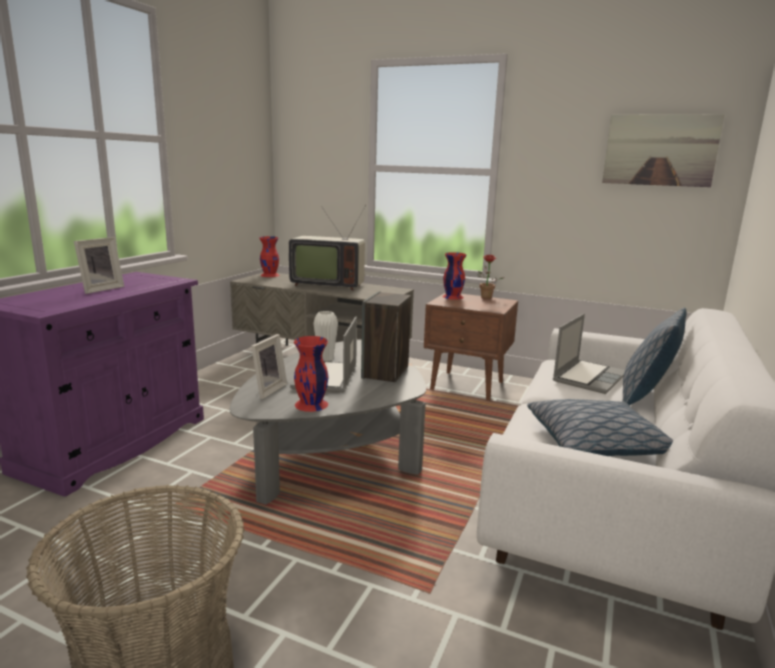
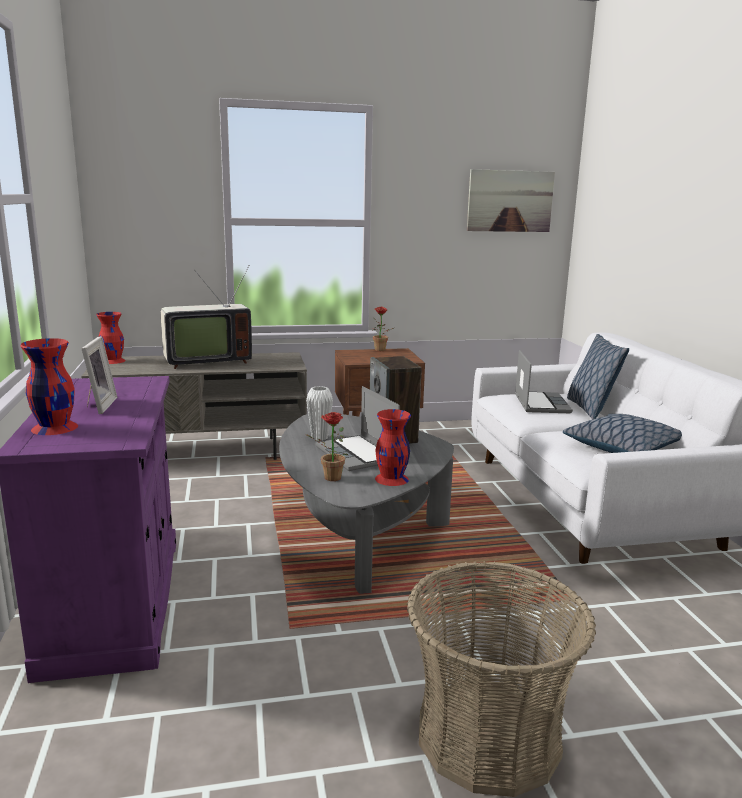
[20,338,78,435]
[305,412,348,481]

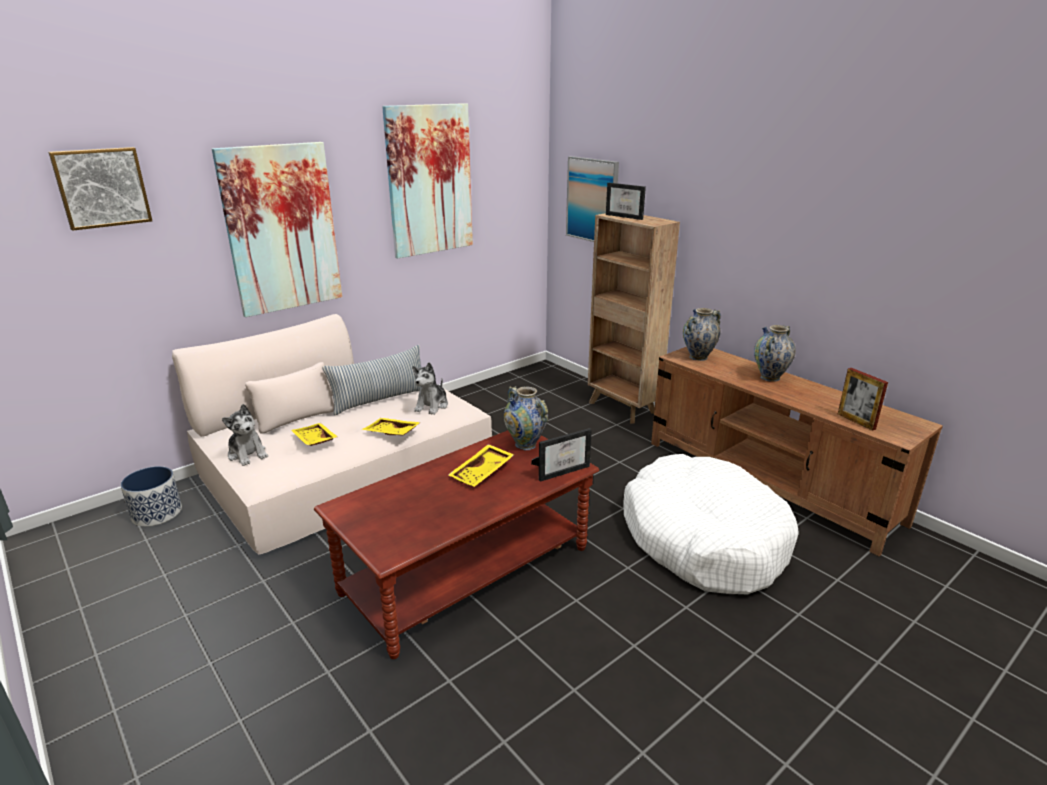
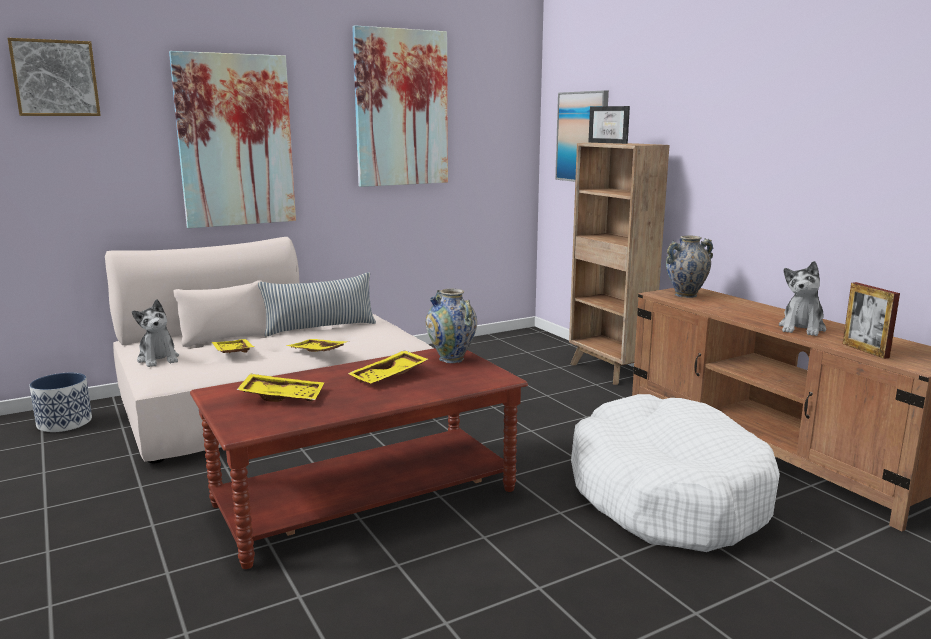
[237,374,324,402]
[779,261,827,336]
[531,428,592,482] (first image)
[754,325,796,381] (first image)

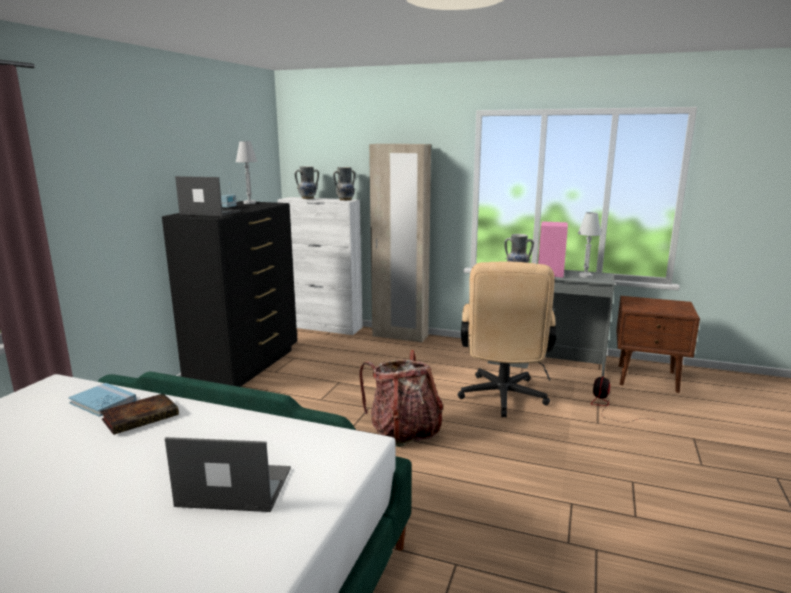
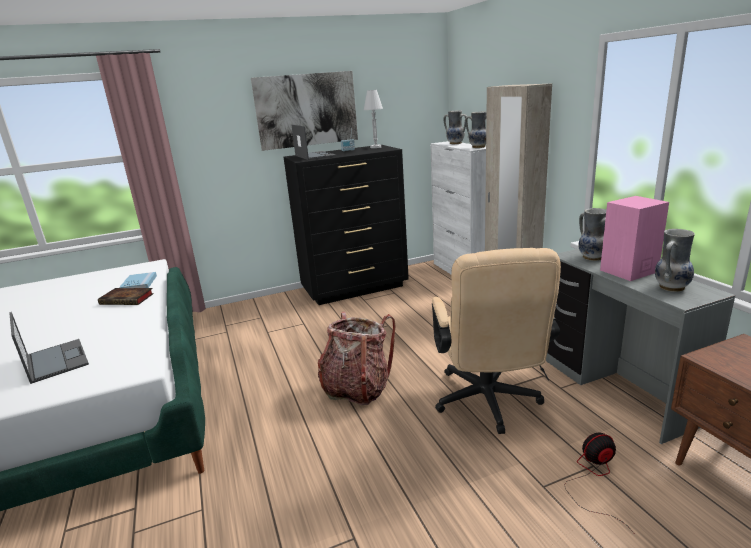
[251,71,358,151]
[432,248,561,434]
[655,229,695,292]

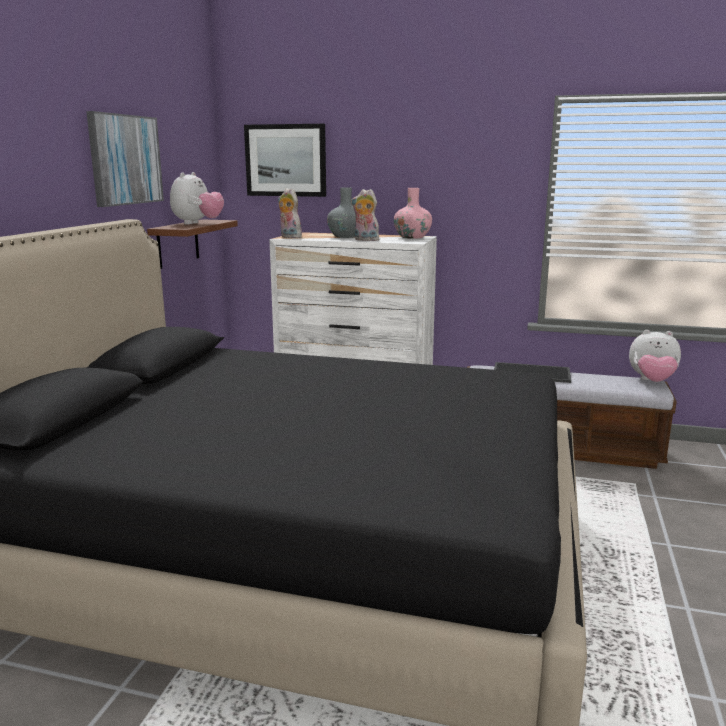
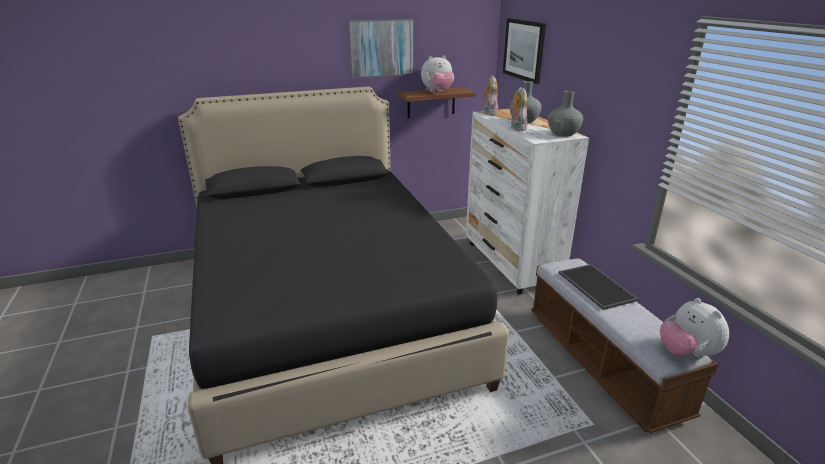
[548,90,583,137]

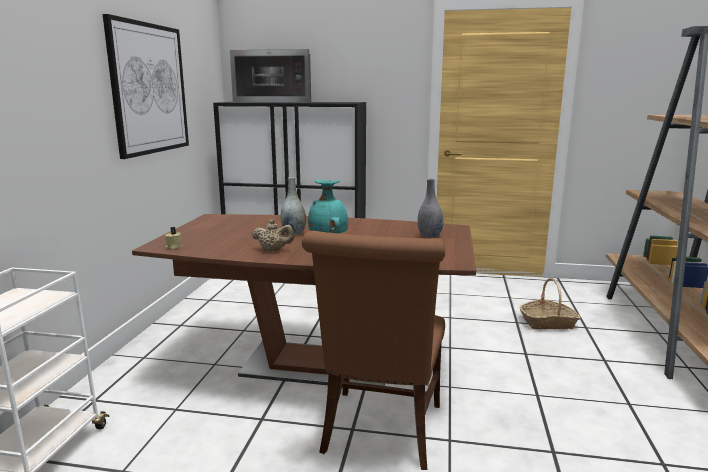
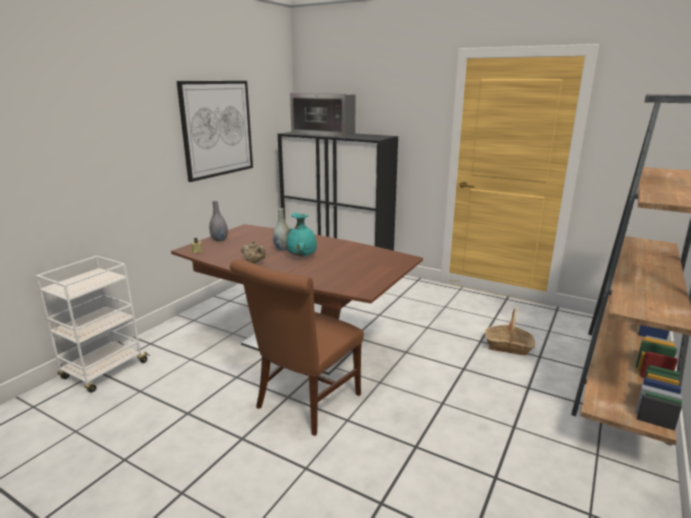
[209,201,228,242]

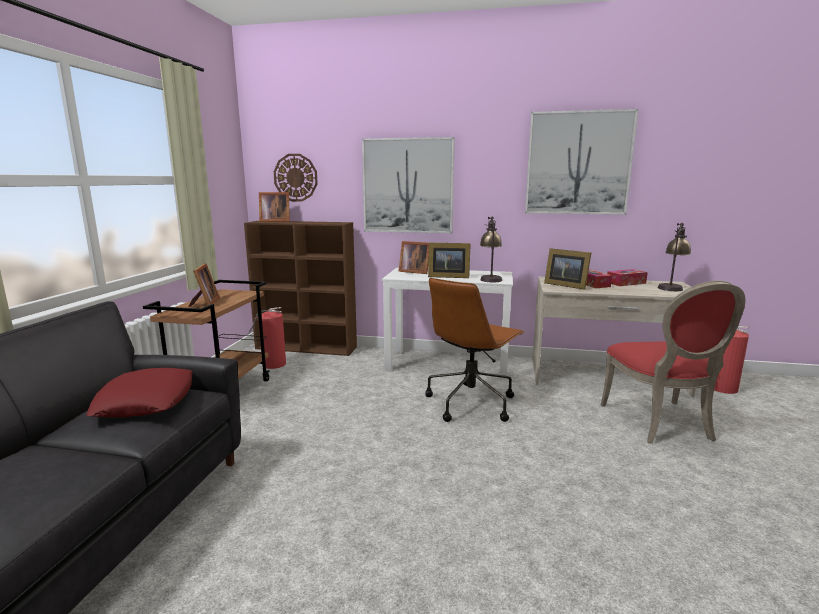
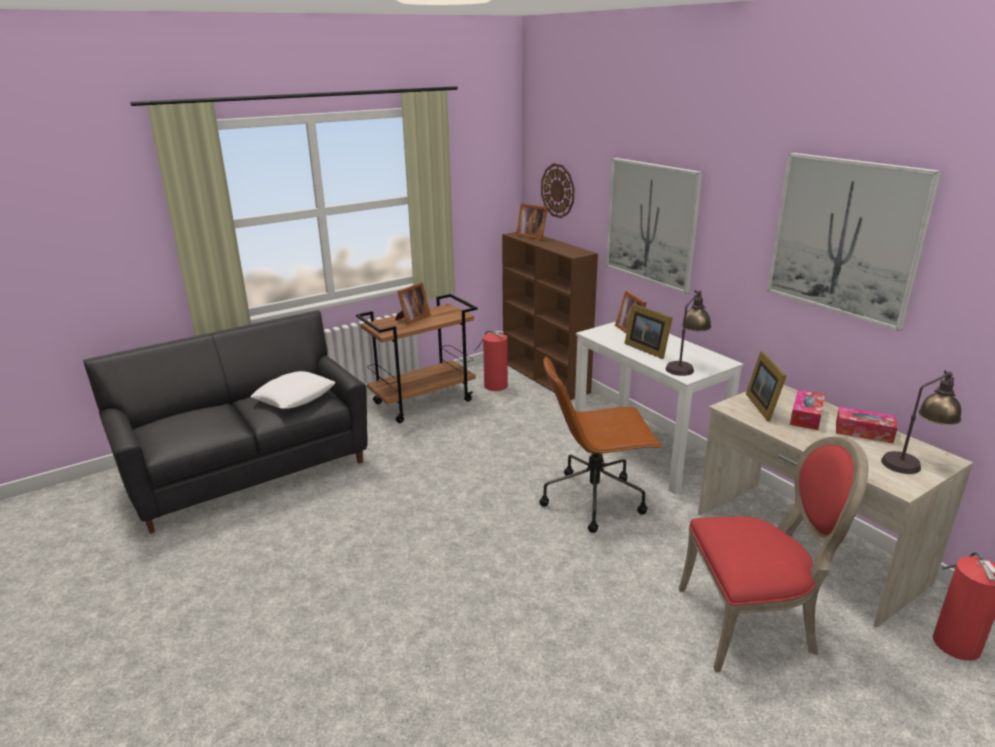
[251,371,335,409]
[679,437,868,672]

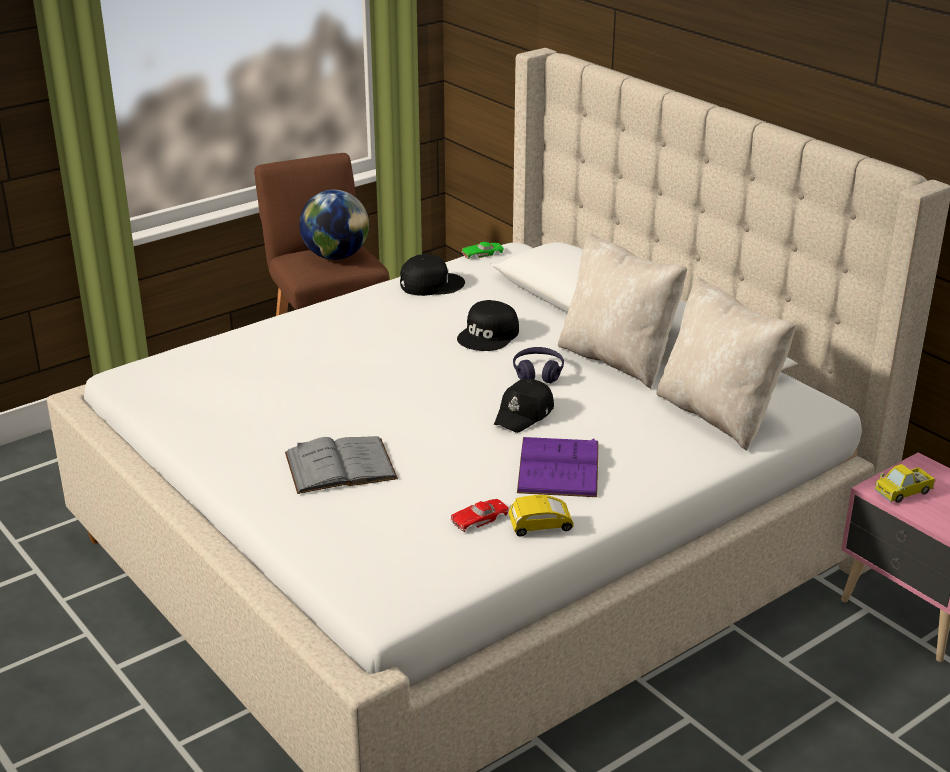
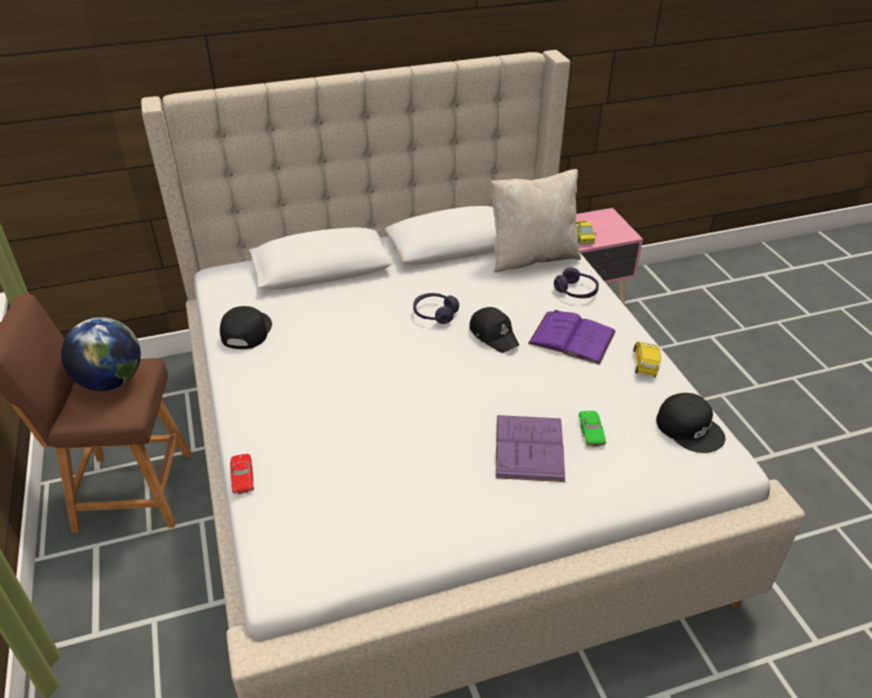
[230,454,254,495]
[495,415,565,482]
[554,267,599,298]
[579,411,606,447]
[656,393,726,453]
[558,232,687,389] (first image)

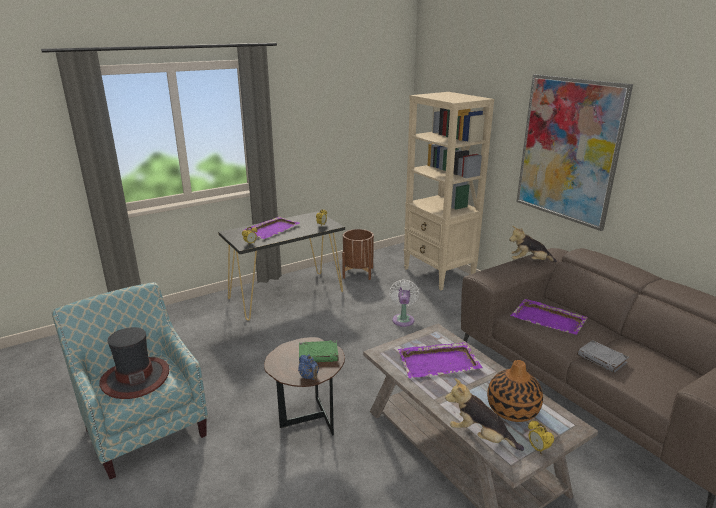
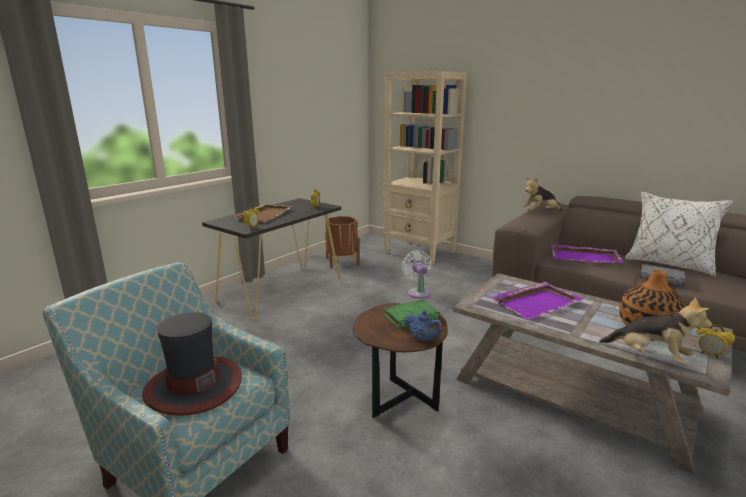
[234,204,293,222]
[599,297,712,364]
[625,192,733,277]
[517,74,633,231] (first image)

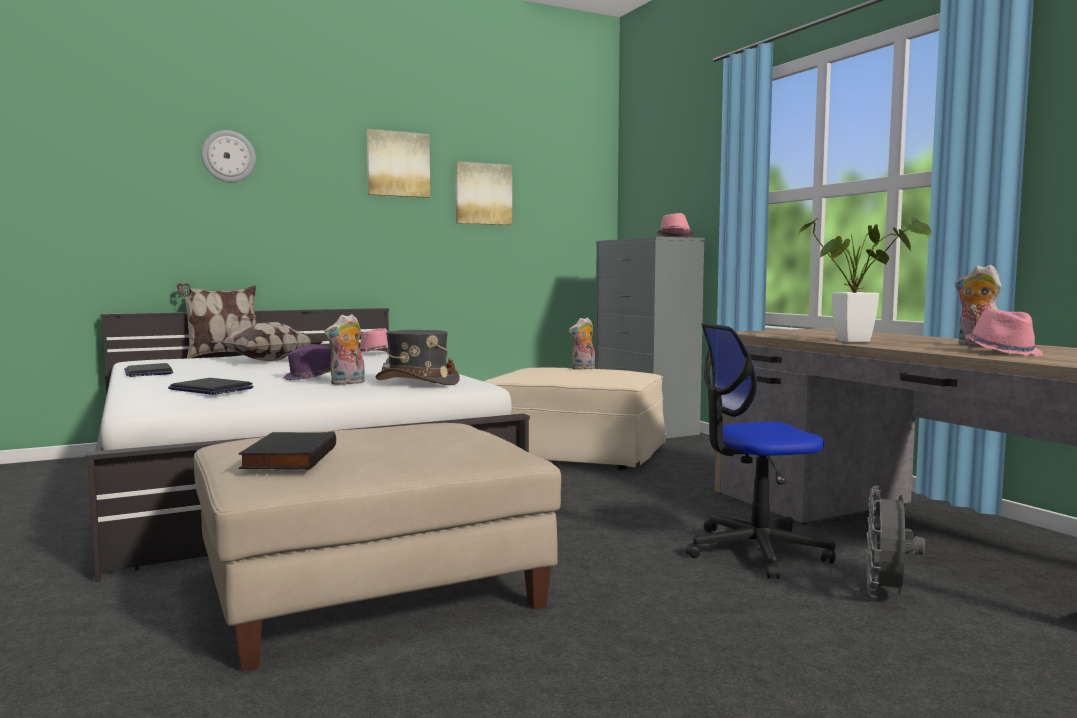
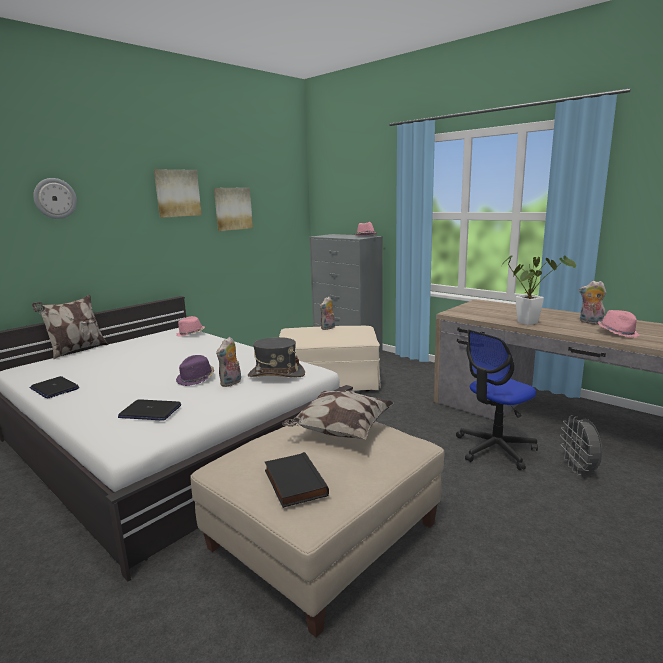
[282,390,394,439]

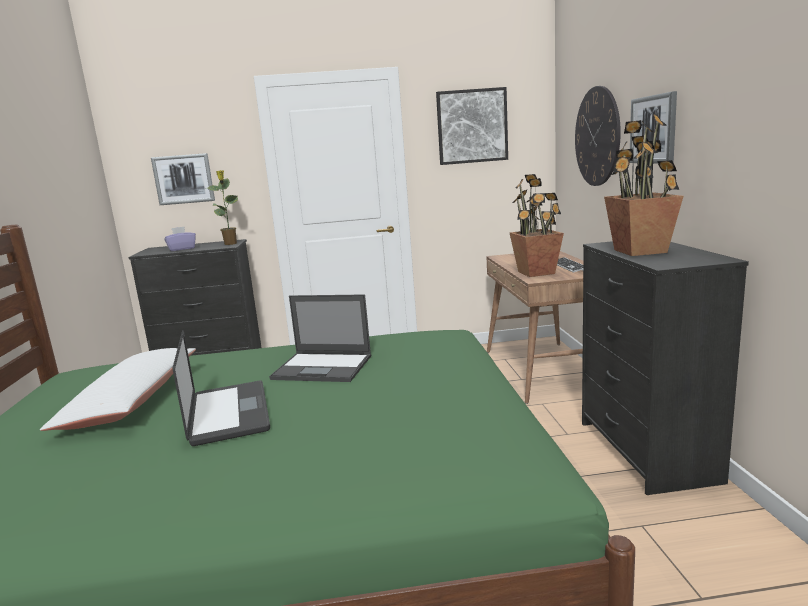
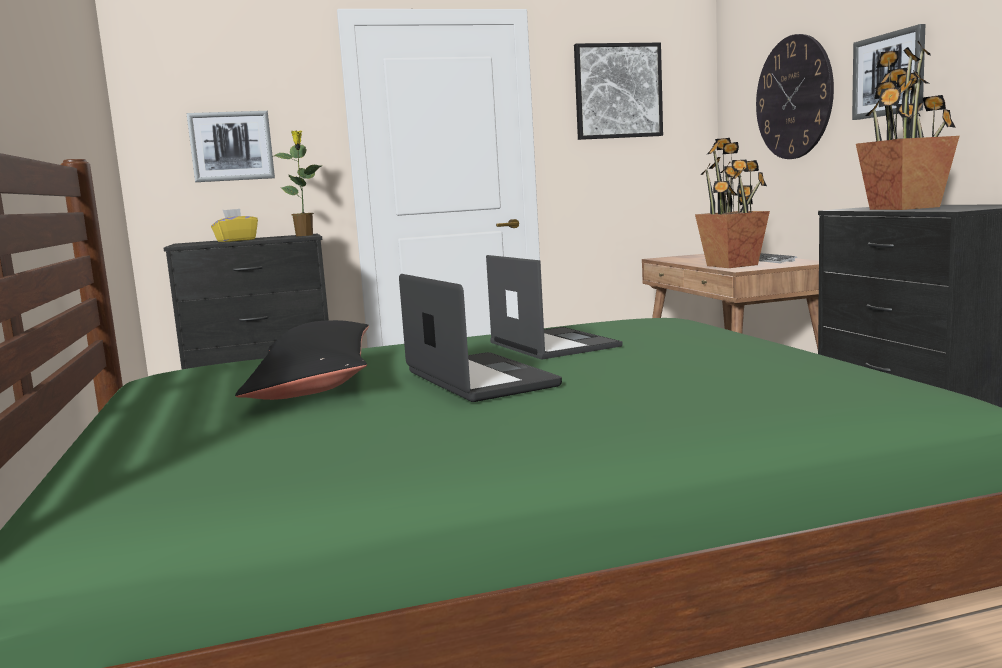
[211,209,258,242]
[235,320,369,400]
[486,255,622,360]

